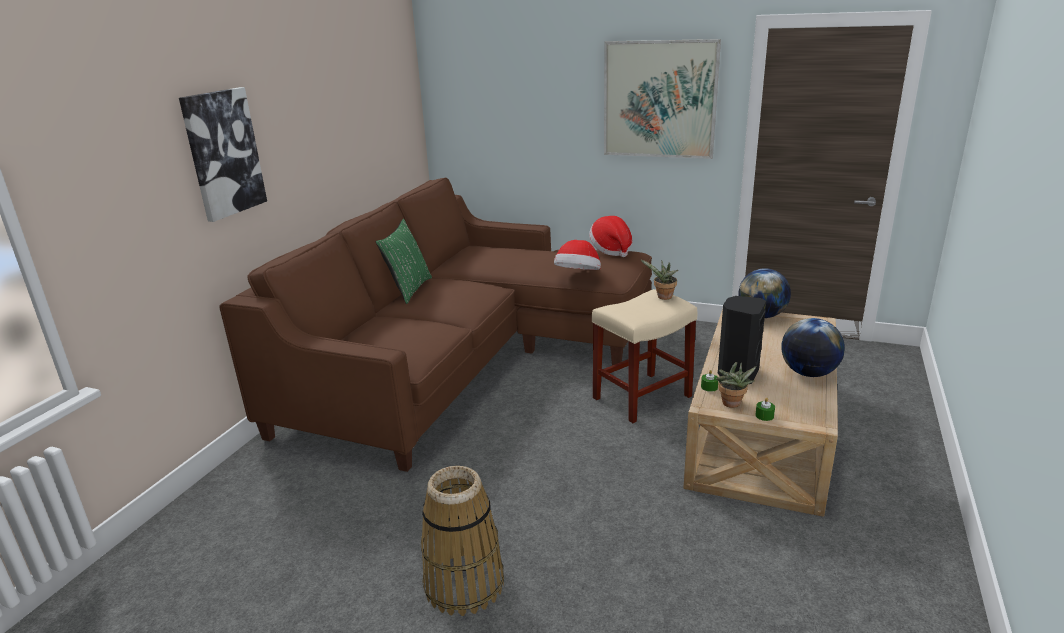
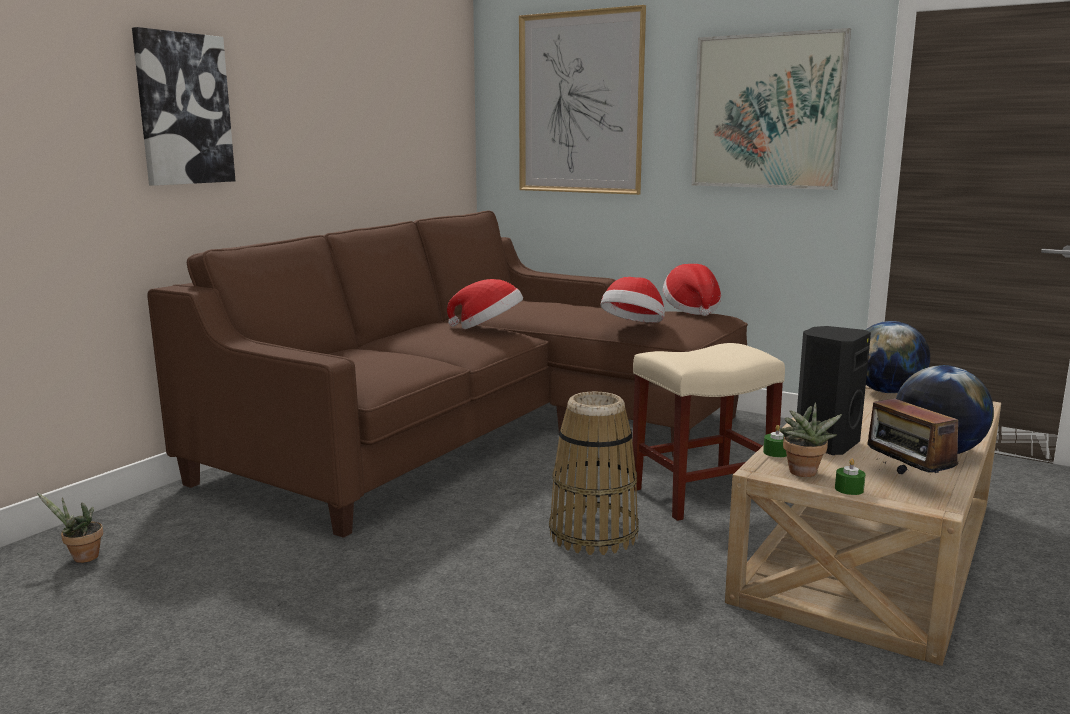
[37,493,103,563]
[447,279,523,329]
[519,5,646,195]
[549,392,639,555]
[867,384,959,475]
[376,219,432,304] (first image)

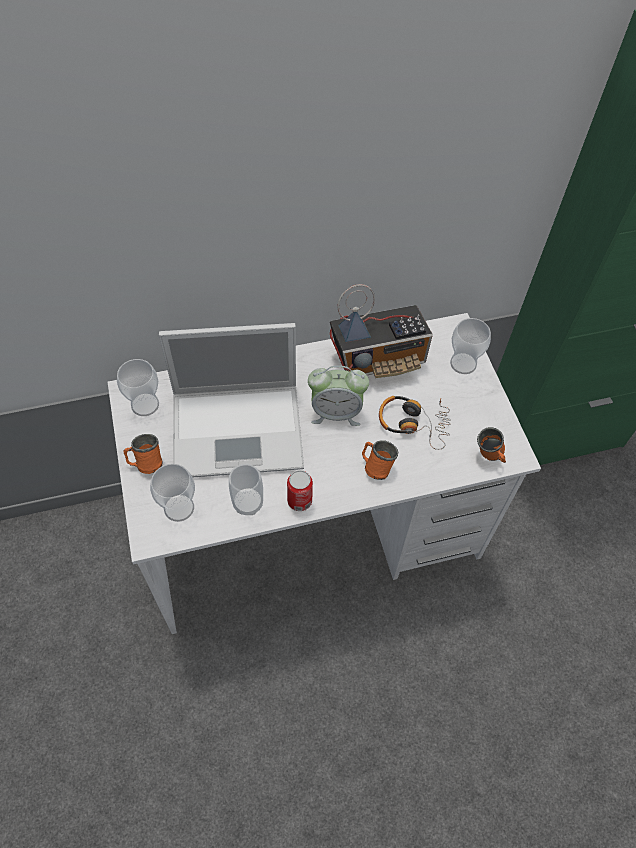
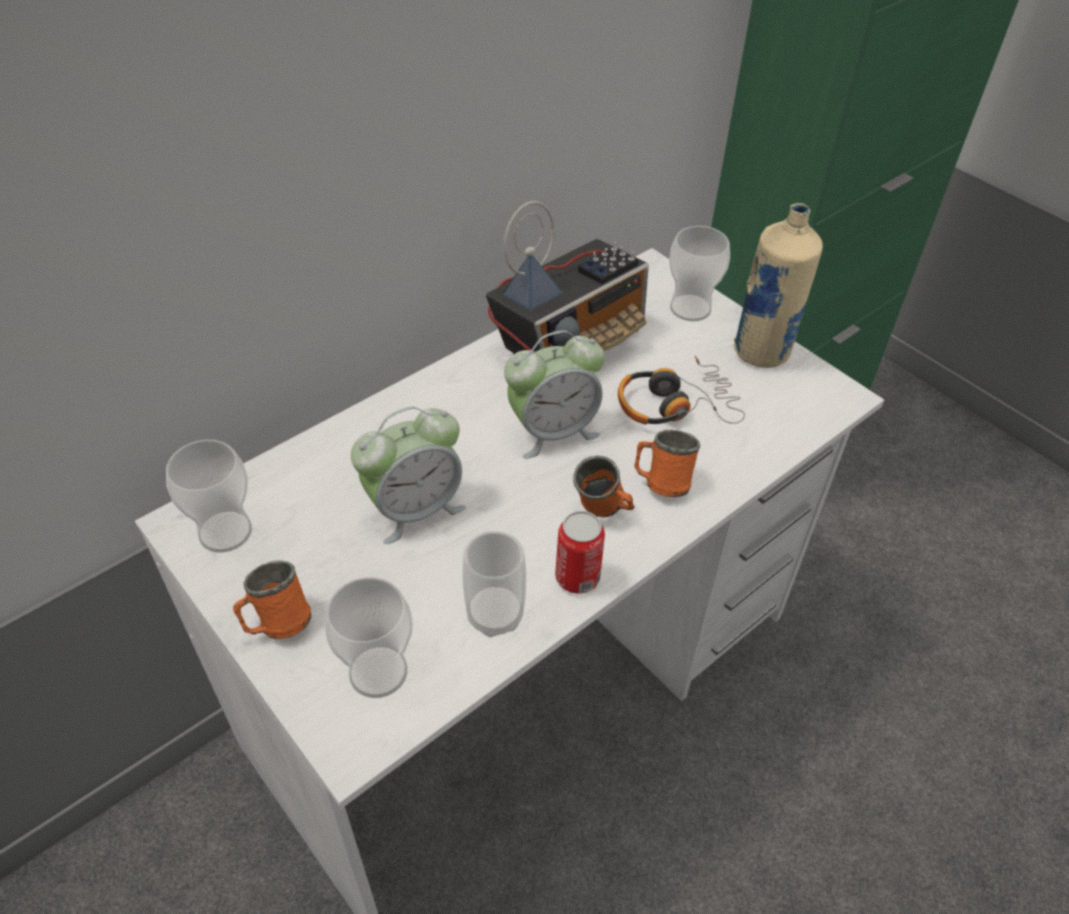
[351,407,466,544]
[573,456,635,517]
[733,203,823,368]

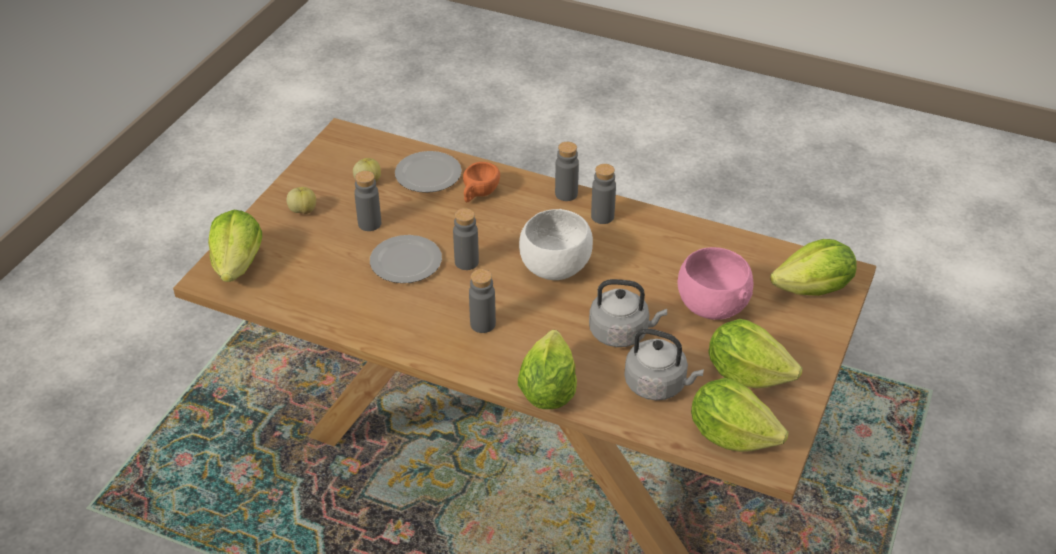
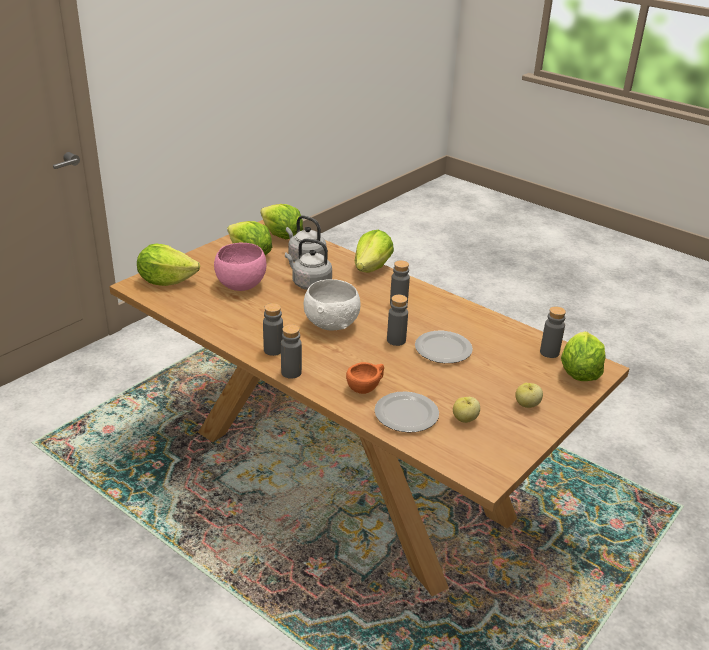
[540,306,566,358]

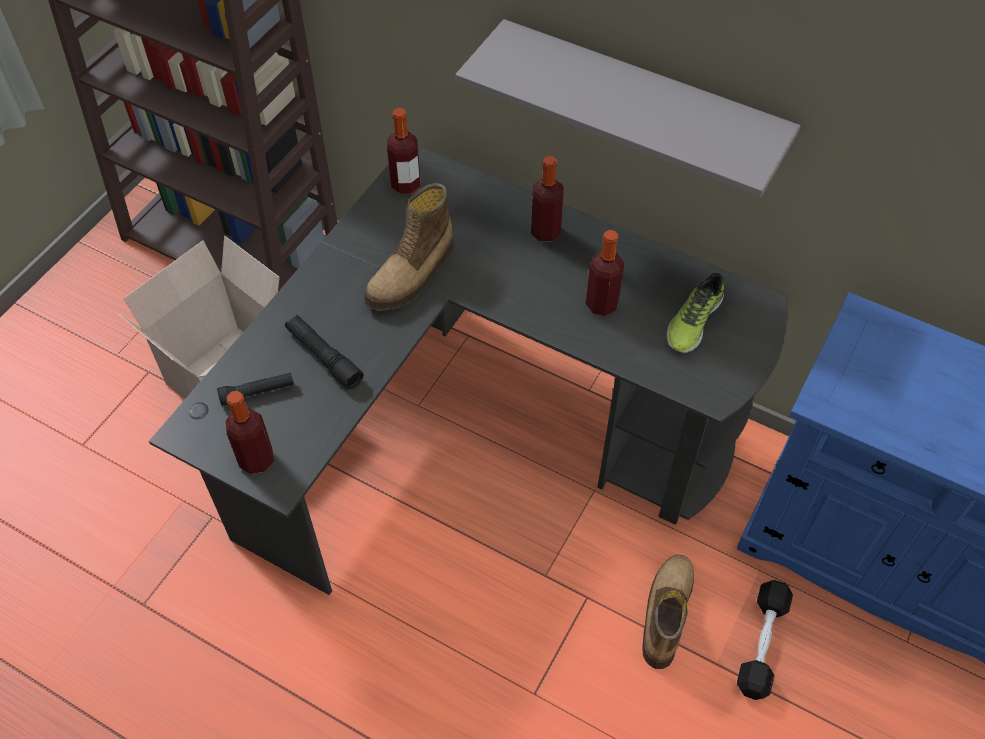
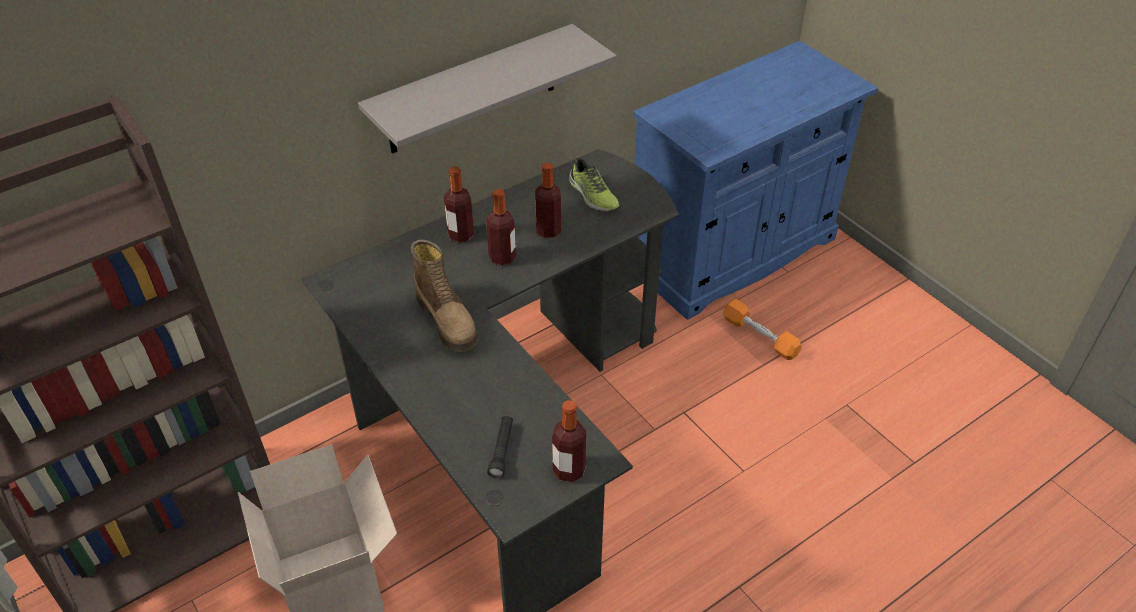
[486,189,516,266]
[723,299,802,360]
[285,315,364,389] (first image)
[642,555,694,669] (first image)

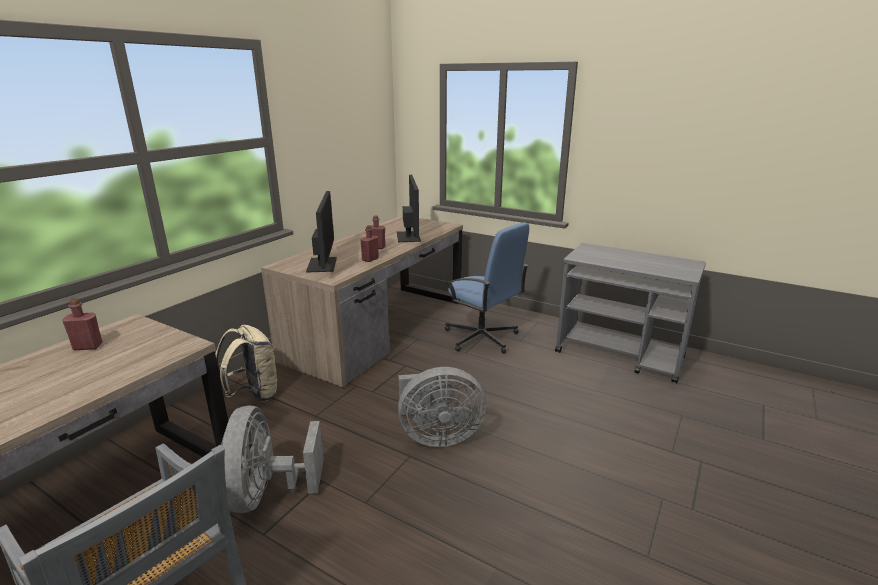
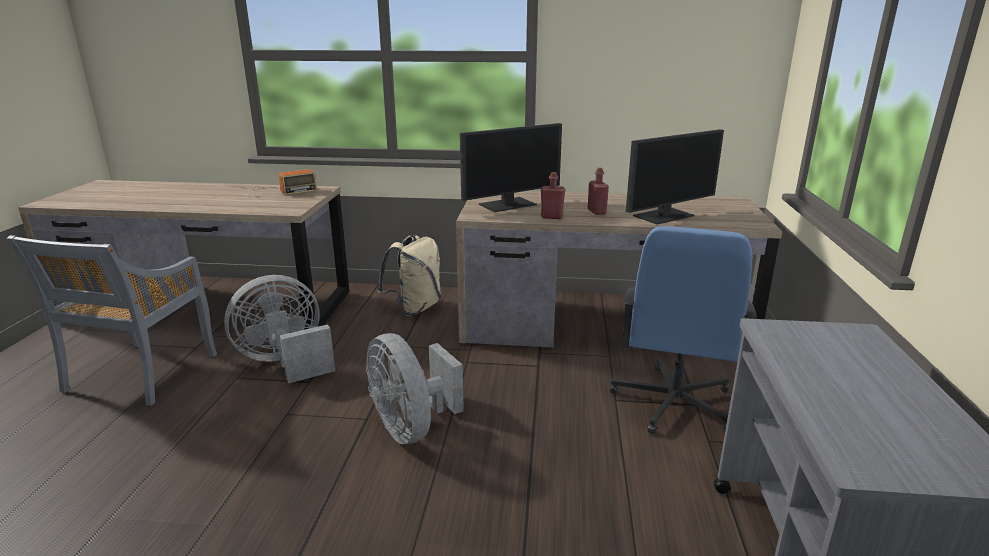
[245,169,317,196]

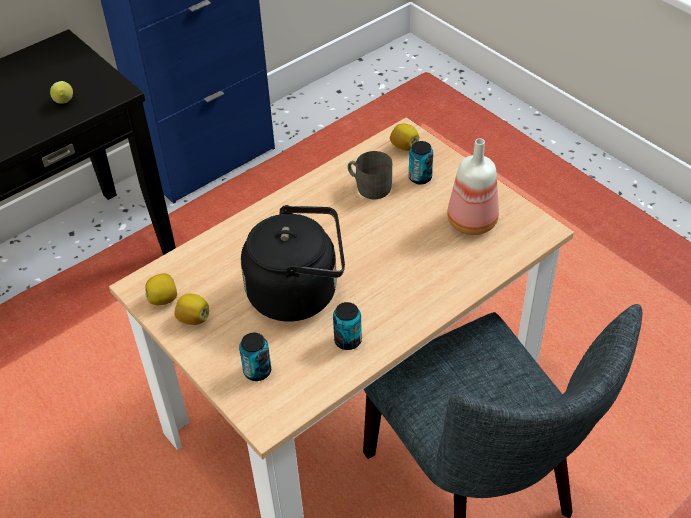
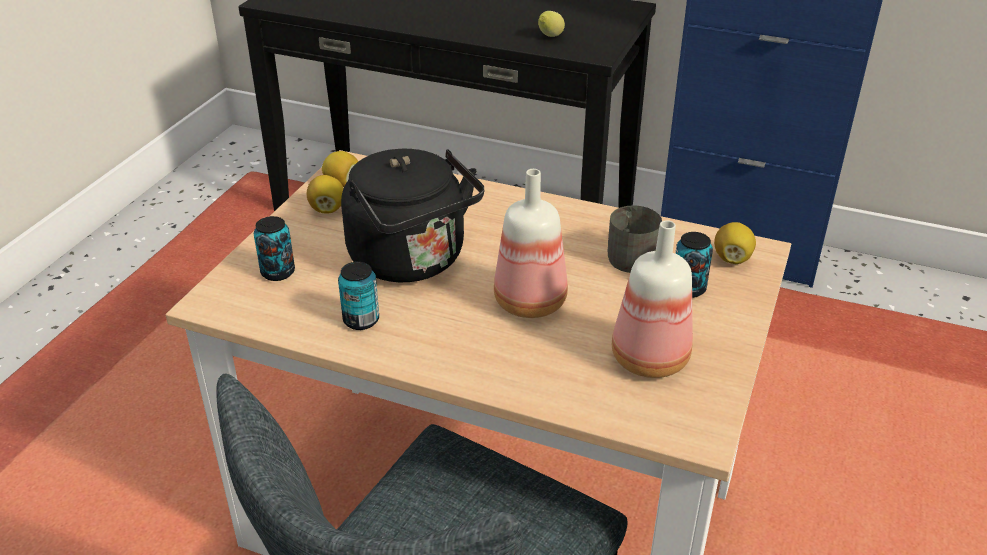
[494,169,568,318]

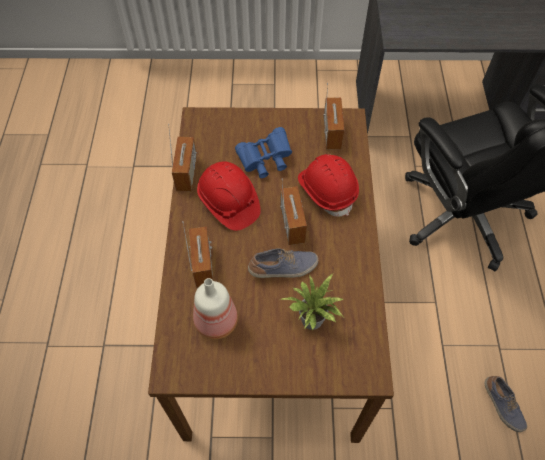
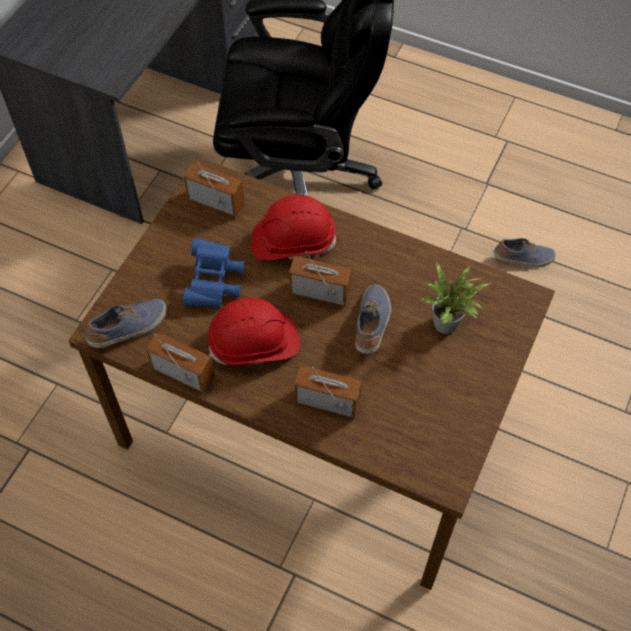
[86,299,167,348]
[193,278,238,340] (first image)

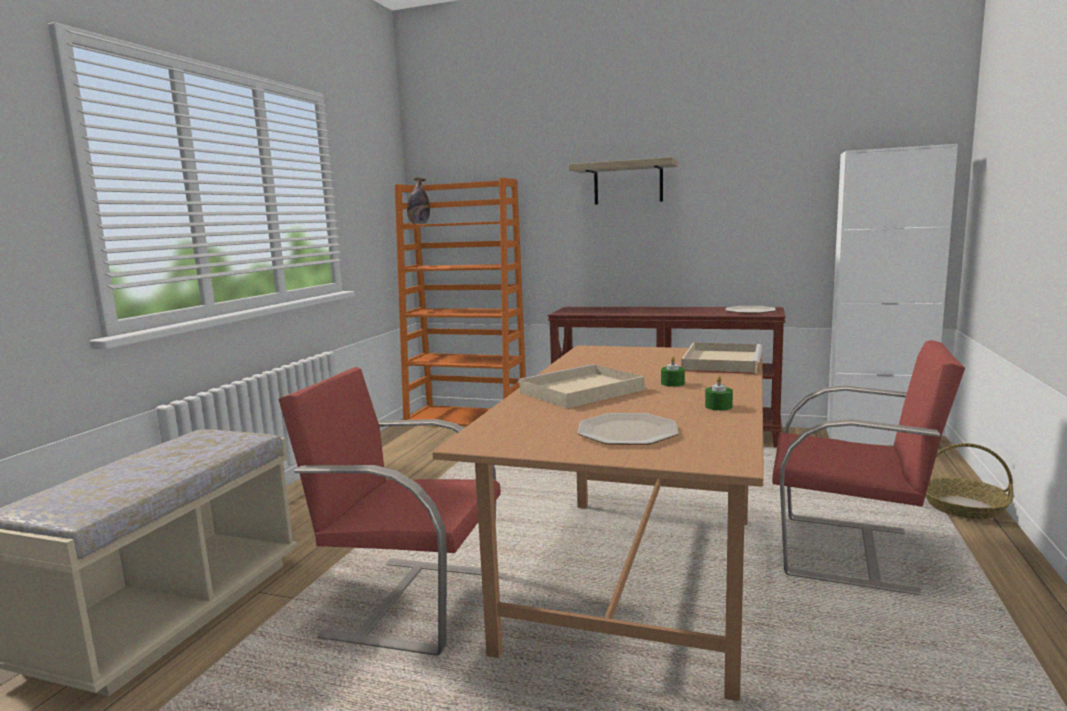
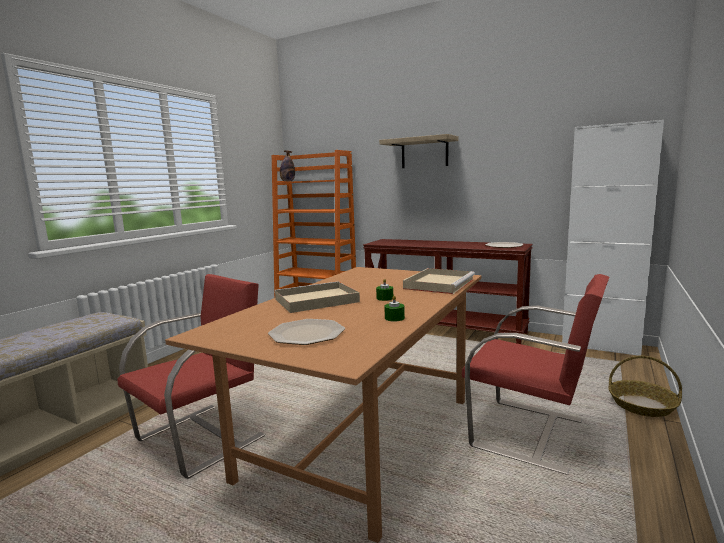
[118,274,265,479]

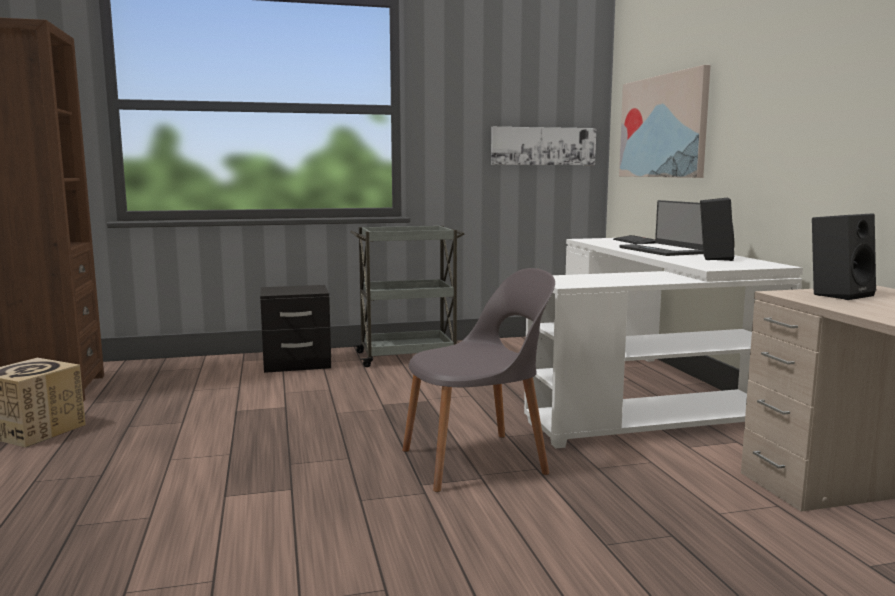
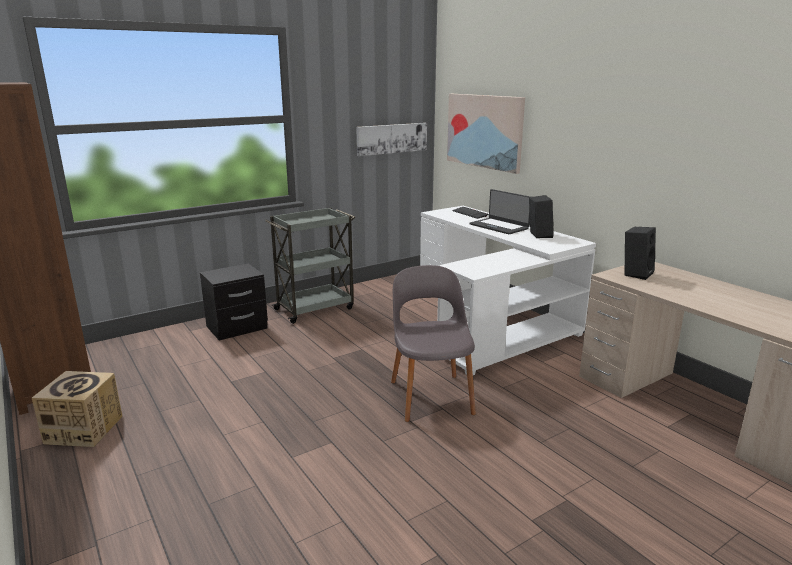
[391,265,476,422]

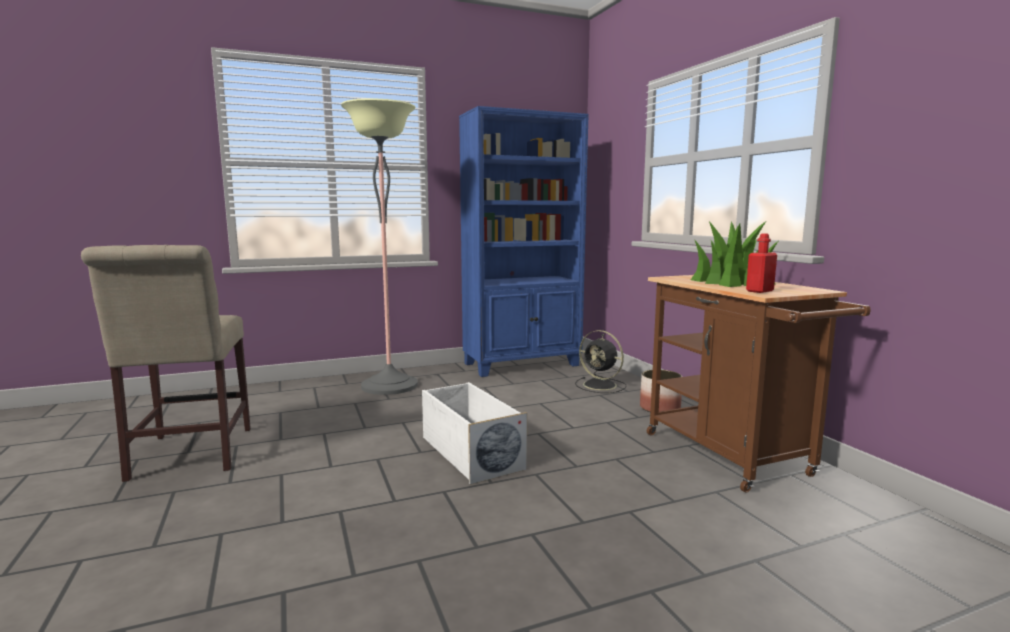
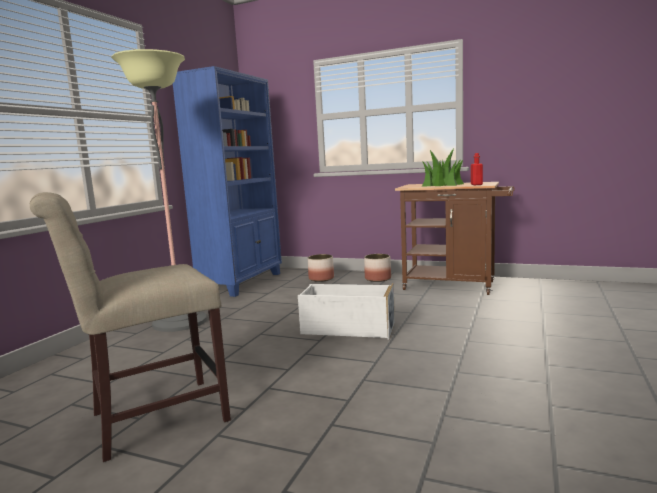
[30,192,231,462]
[308,254,334,282]

